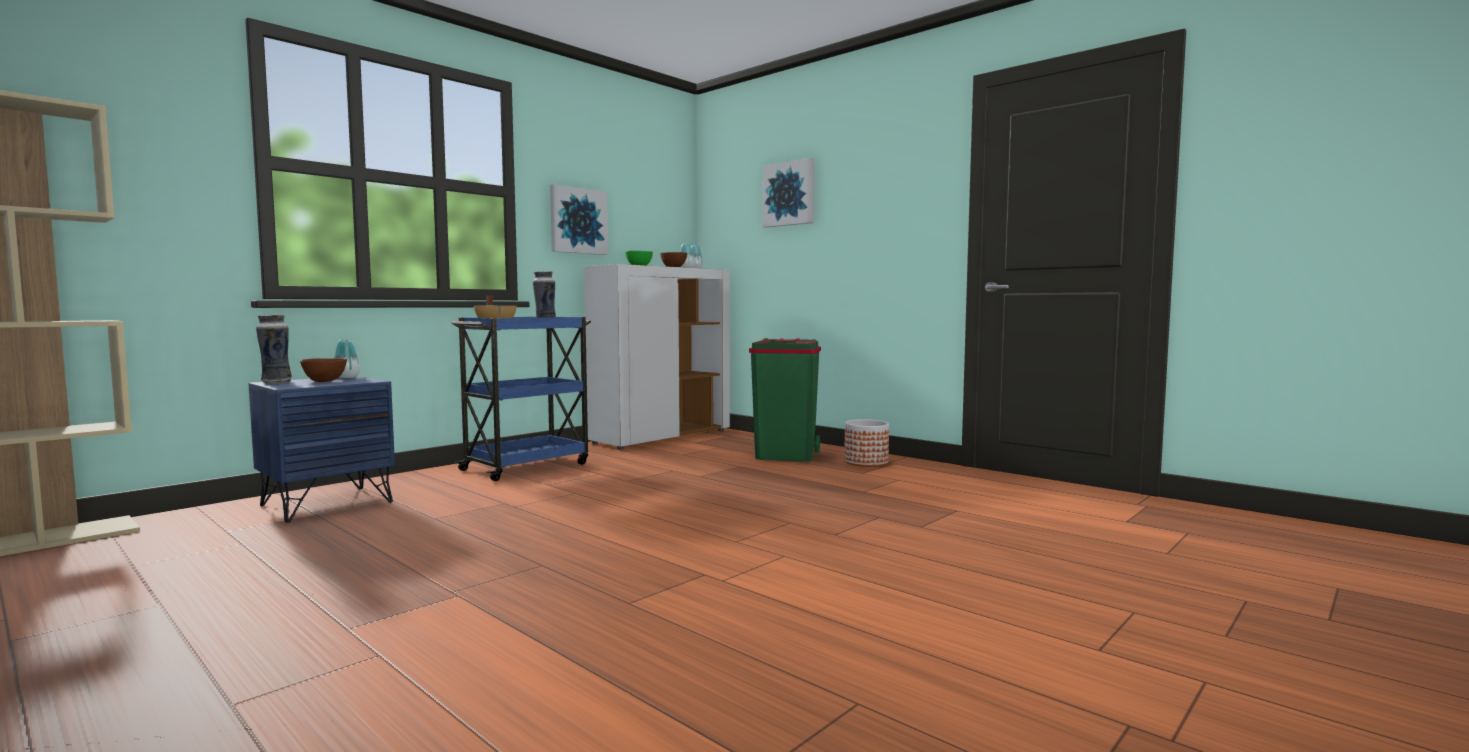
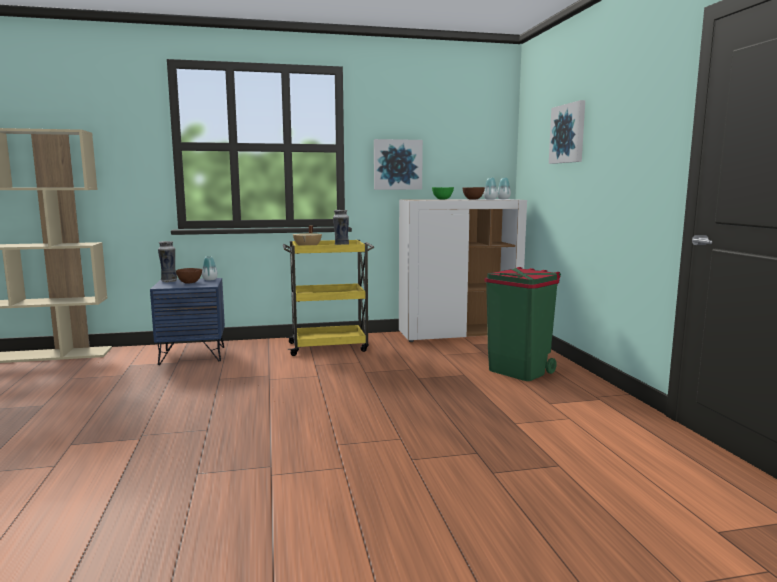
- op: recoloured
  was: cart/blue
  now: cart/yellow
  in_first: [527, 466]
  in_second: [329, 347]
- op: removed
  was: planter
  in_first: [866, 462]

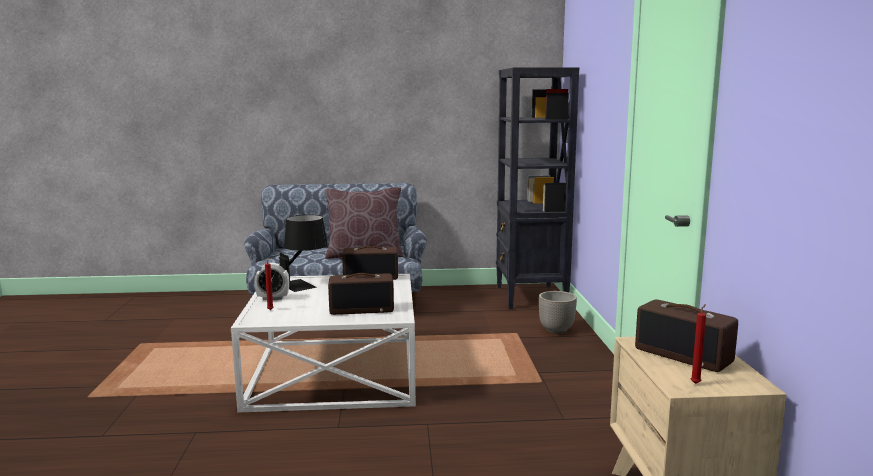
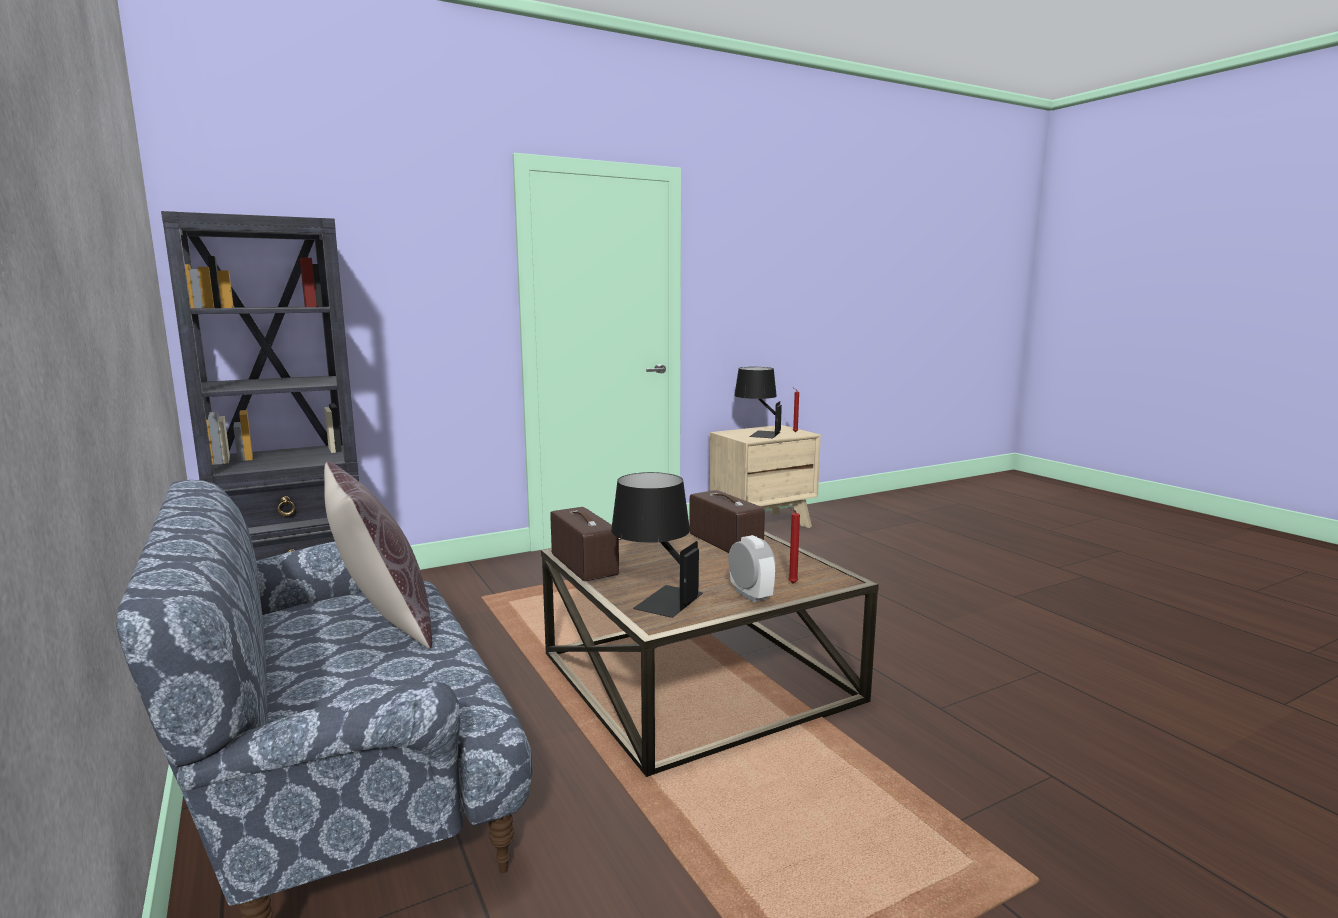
- op: recoloured
  was: coffee table/white
  now: coffee table/brown
  in_first: [334, 371]
  in_second: [696, 677]
- op: removed
  was: planter
  in_first: [556, 330]
- op: replaced
  was: radio
  now: table lamp/black
  in_first: [684, 355]
  in_second: [757, 433]

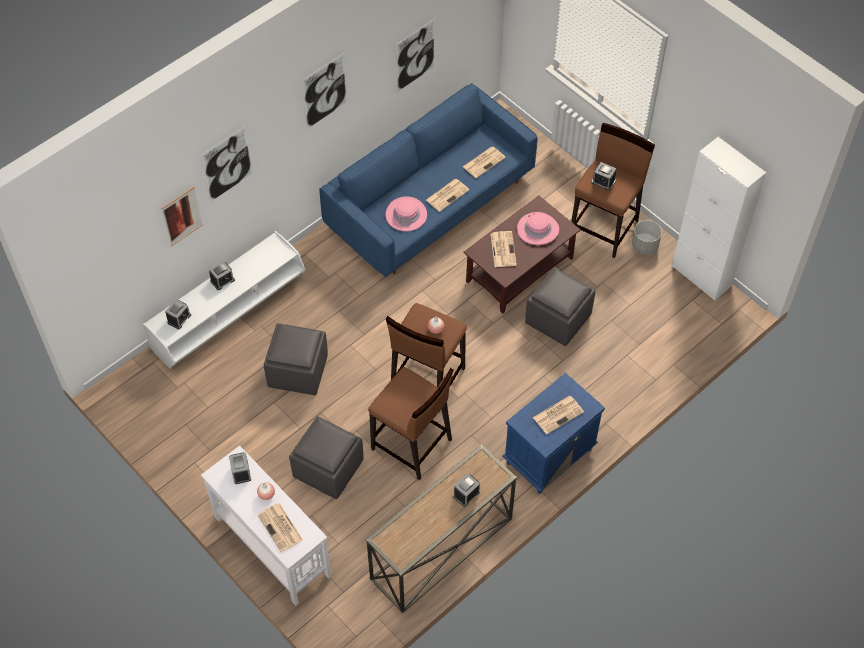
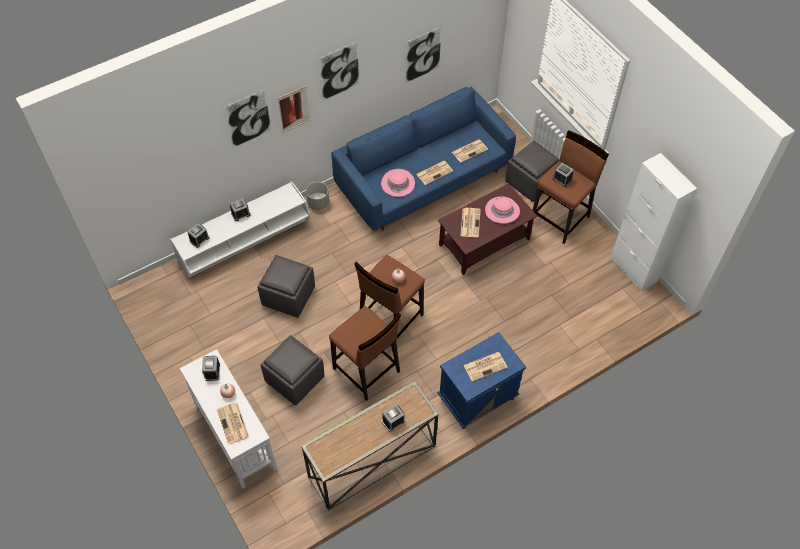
- op: moved
  was: picture
  in_first: [182, 216]
  in_second: [293, 109]
- op: moved
  was: planter/grey
  in_first: [644, 246]
  in_second: [318, 203]
- op: moved
  was: ottoman/grey
  in_first: [558, 319]
  in_second: [531, 182]

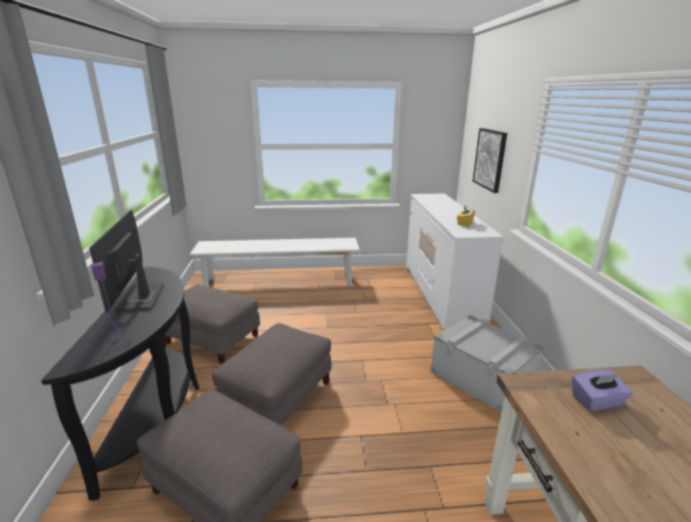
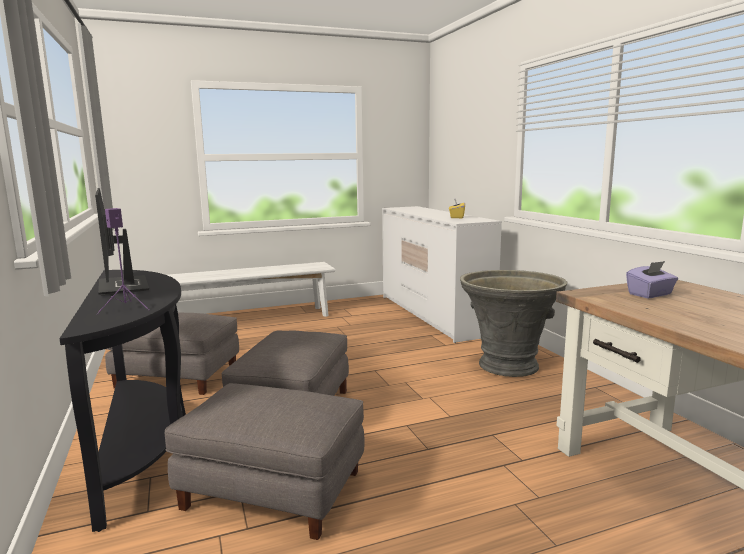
- op: removed
  was: picture
  in_first: [490, 159]
- op: replaced
  was: storage box/grey
  now: planter/grey
  in_first: [482, 376]
  in_second: [508, 365]

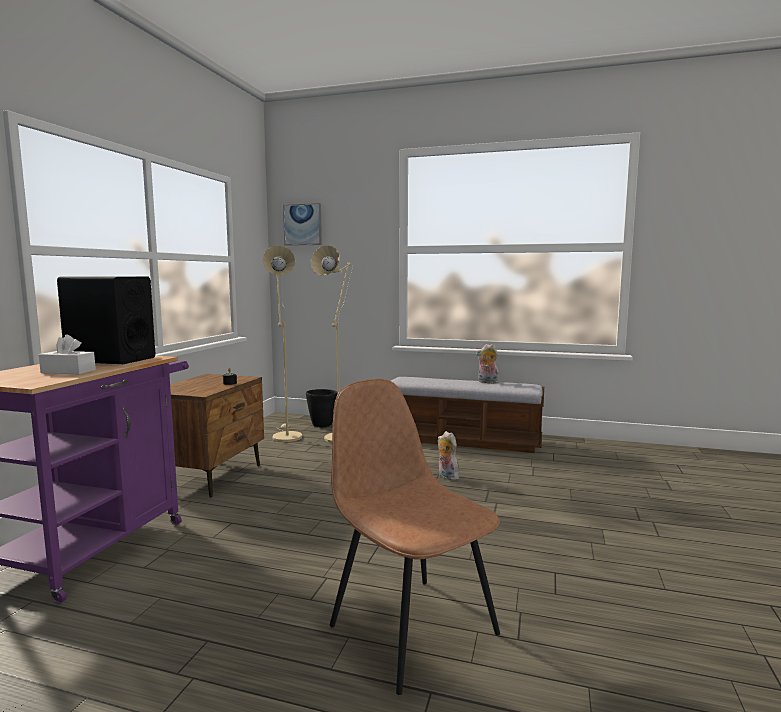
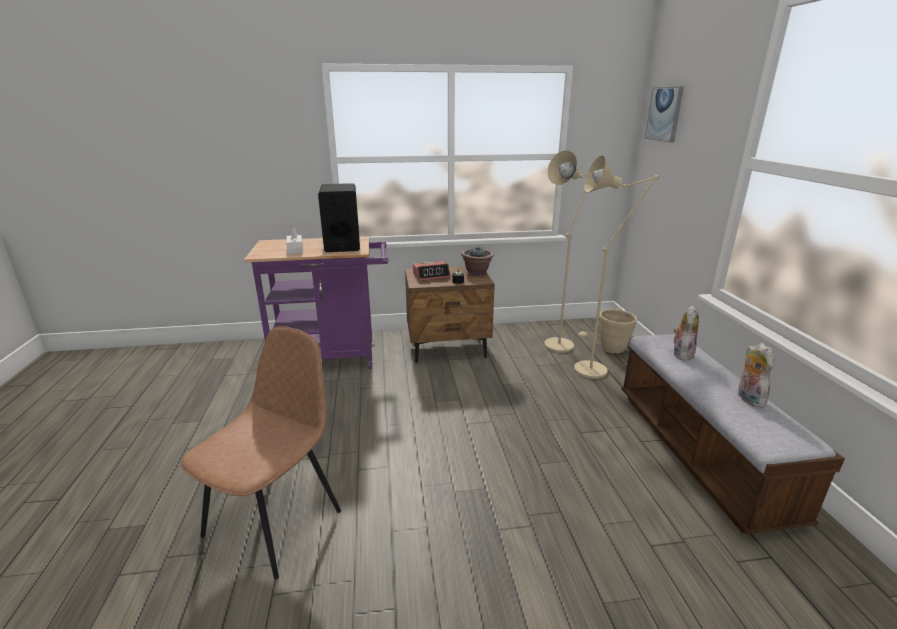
- op: recoloured
  was: planter/black
  now: planter/beige
  in_first: [322, 425]
  in_second: [613, 349]
- op: moved
  was: plush toy
  in_first: [446, 476]
  in_second: [681, 353]
- op: added
  now: potted plant
  in_second: [477, 272]
- op: added
  now: alarm clock
  in_second: [431, 275]

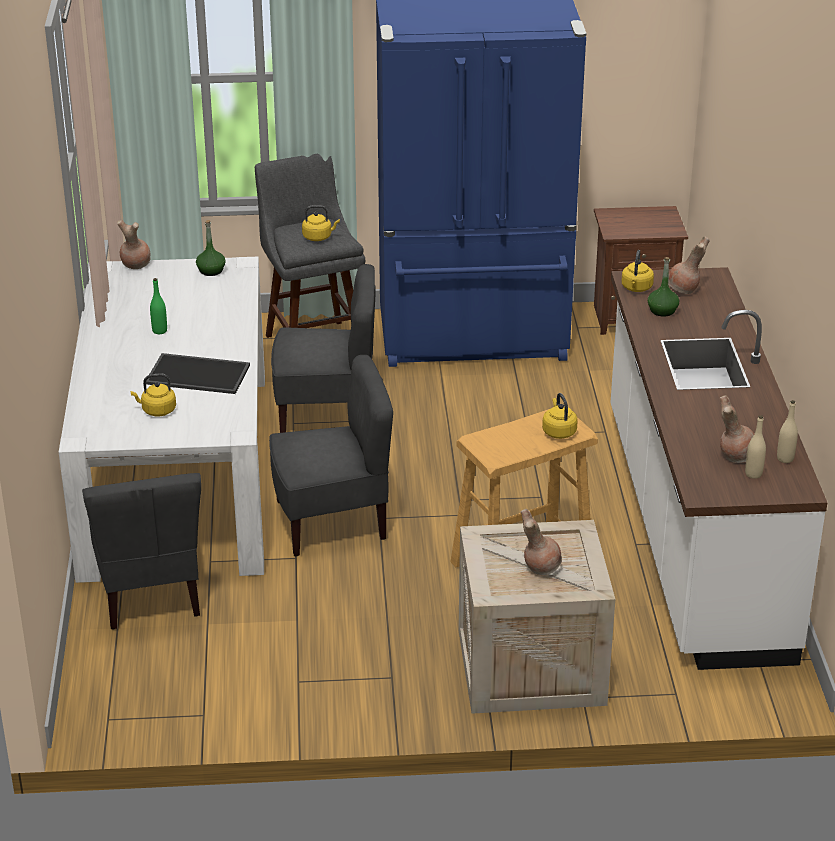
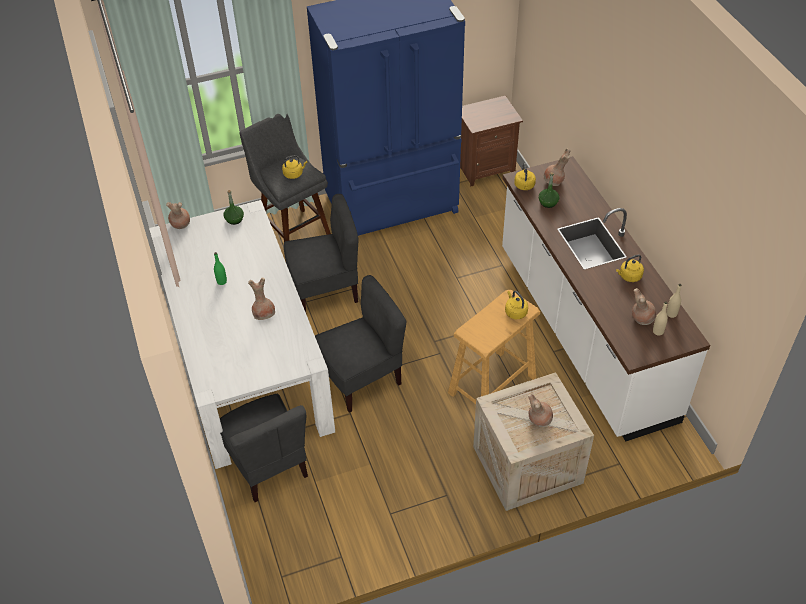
- op: replaced
  was: tray
  now: vase/brown
  in_first: [199, 374]
  in_second: [264, 314]
- op: moved
  was: kettle/yellow
  in_first: [157, 410]
  in_second: [629, 276]

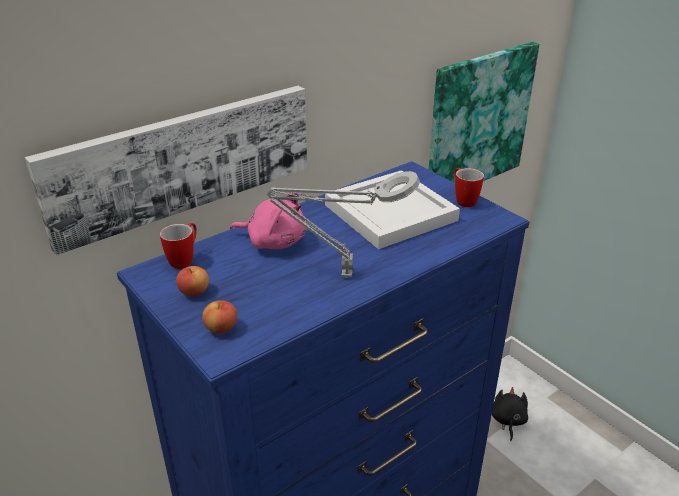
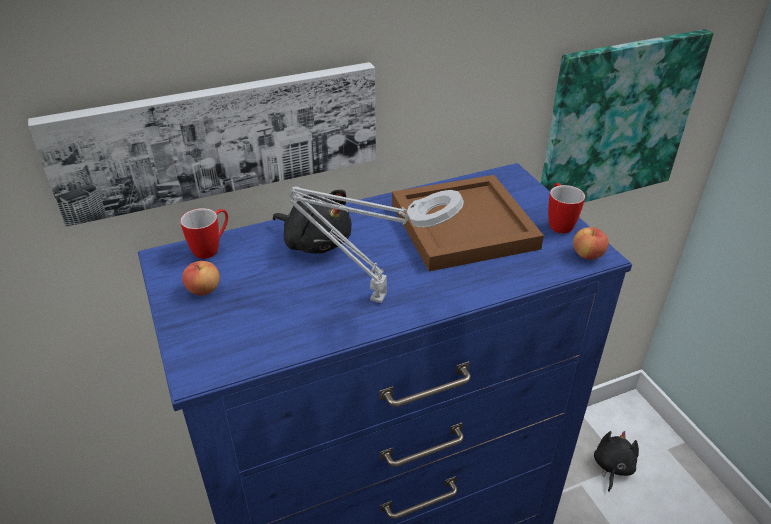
- op: recoloured
  was: tray/white
  now: tray/brown
  in_first: [388, 212]
  in_second: [460, 225]
- op: recoloured
  was: plush toy/pink
  now: plush toy/black
  in_first: [274, 241]
  in_second: [315, 242]
- op: moved
  was: apple
  in_first: [221, 328]
  in_second: [587, 255]

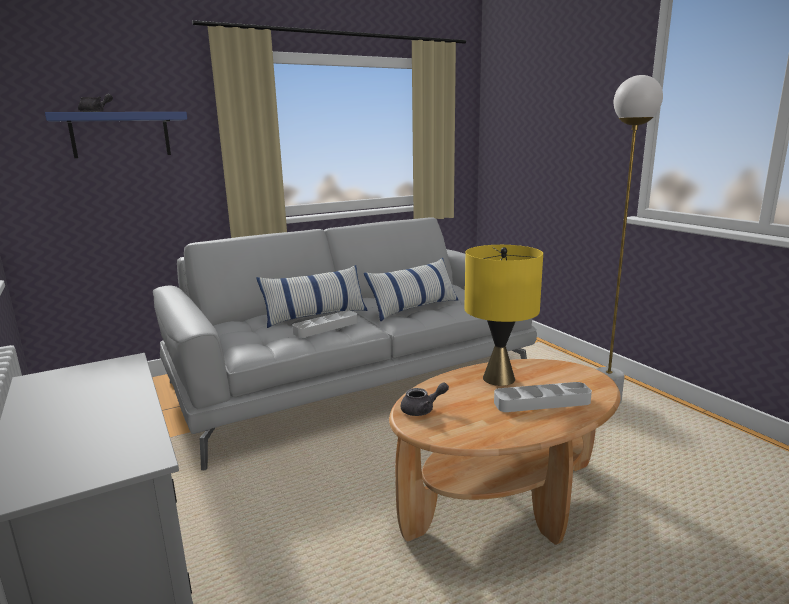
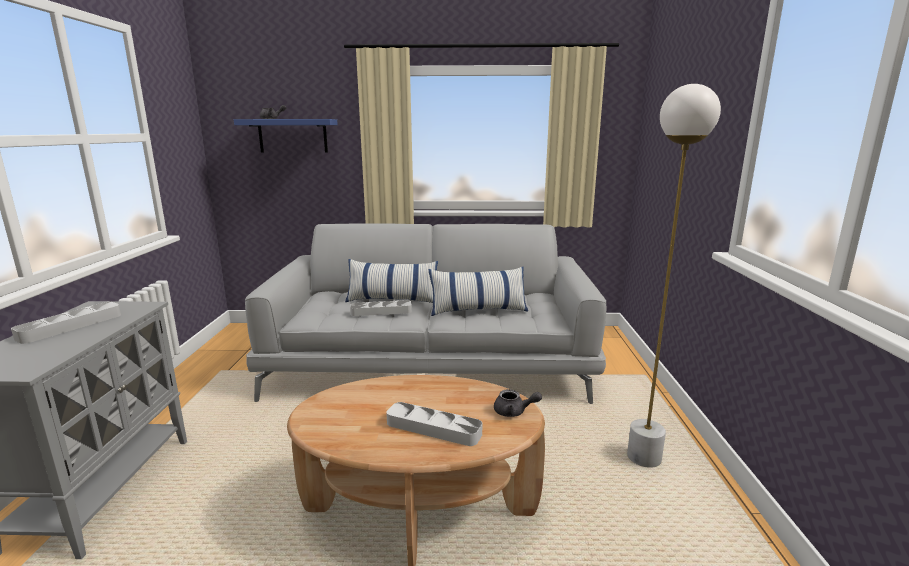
- op: removed
  was: table lamp/yellow
  in_first: [498, 378]
- op: moved
  was: teapot/grey
  in_first: [422, 410]
  in_second: [514, 412]
- op: added
  now: tray/grey
  in_second: [71, 326]

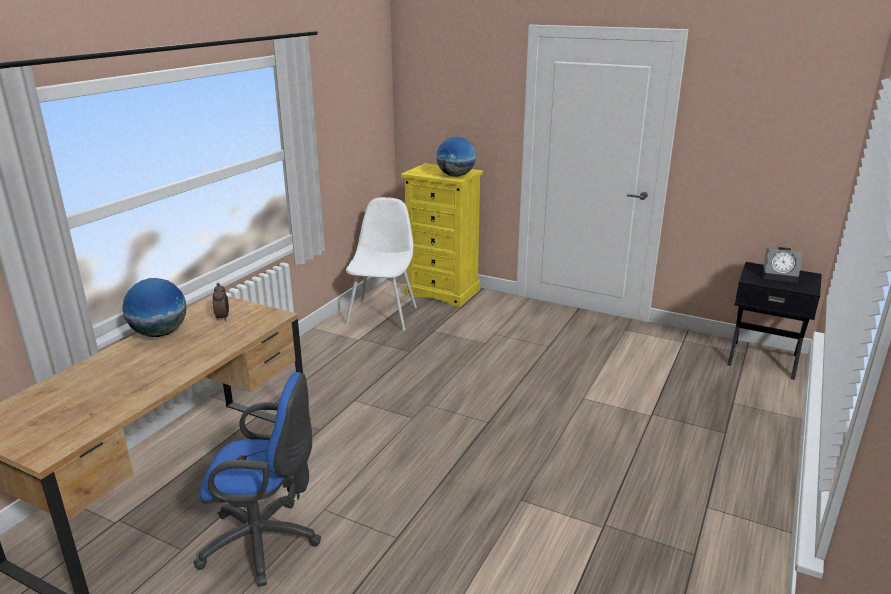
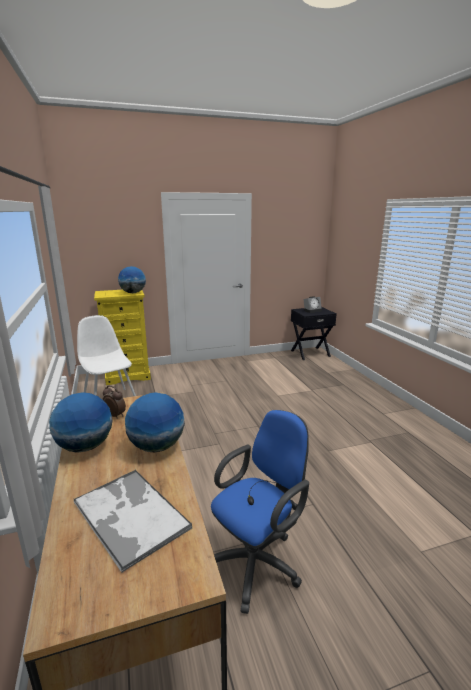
- op: added
  now: globe
  in_second: [157, 446]
- op: added
  now: tray
  in_second: [129, 515]

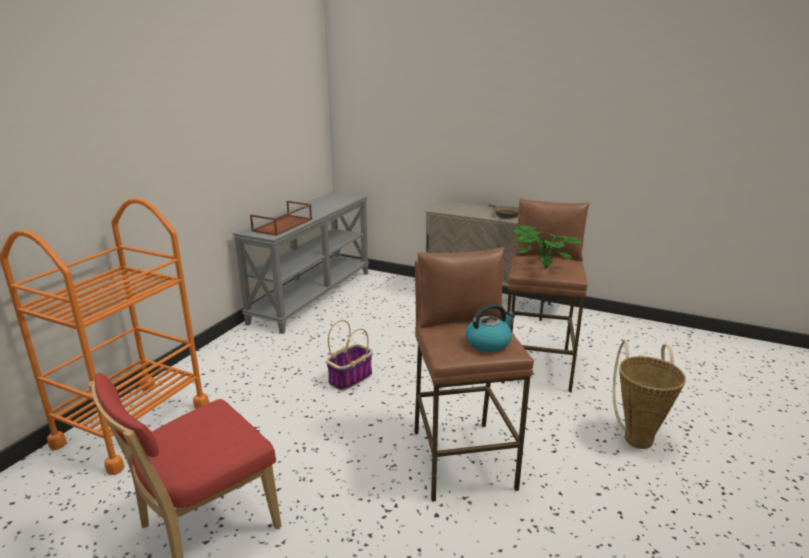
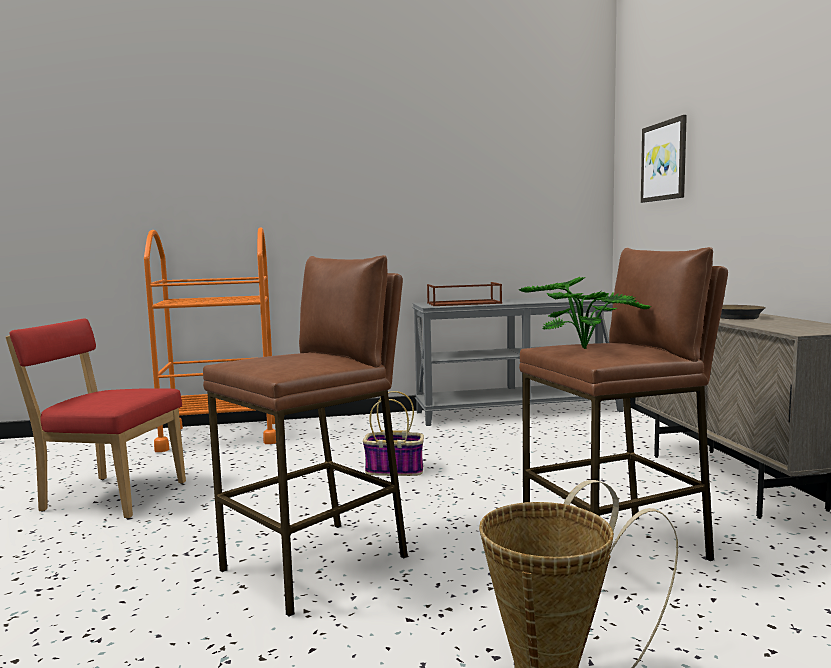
- op: removed
  was: kettle
  in_first: [488, 343]
- op: added
  now: picture
  in_second: [664, 161]

